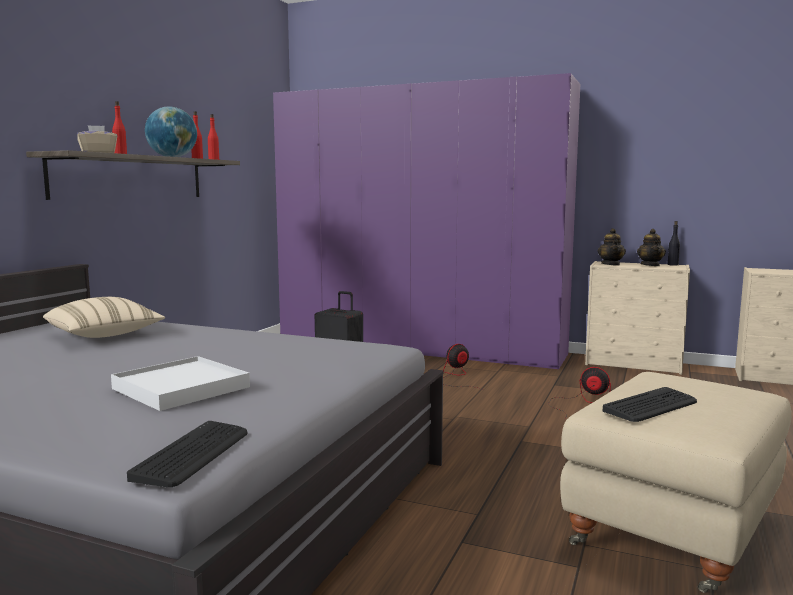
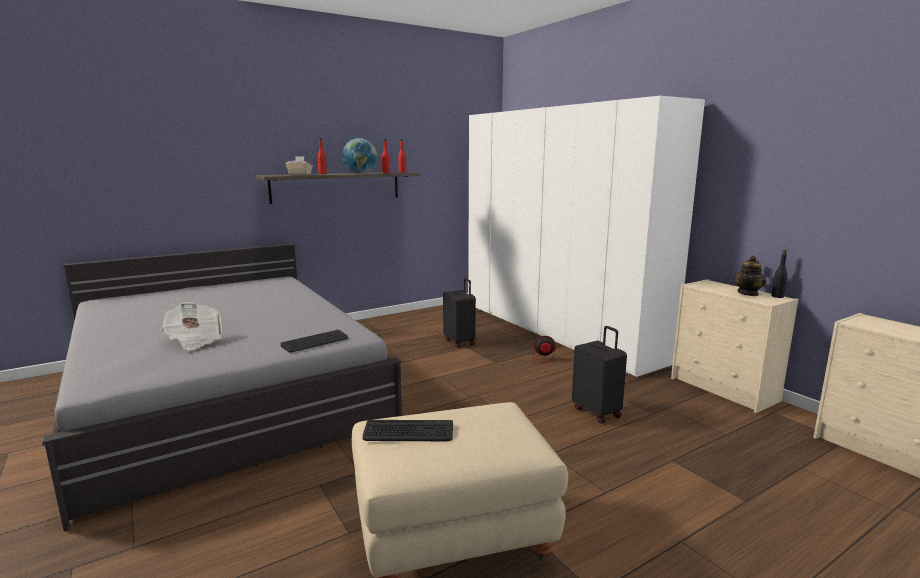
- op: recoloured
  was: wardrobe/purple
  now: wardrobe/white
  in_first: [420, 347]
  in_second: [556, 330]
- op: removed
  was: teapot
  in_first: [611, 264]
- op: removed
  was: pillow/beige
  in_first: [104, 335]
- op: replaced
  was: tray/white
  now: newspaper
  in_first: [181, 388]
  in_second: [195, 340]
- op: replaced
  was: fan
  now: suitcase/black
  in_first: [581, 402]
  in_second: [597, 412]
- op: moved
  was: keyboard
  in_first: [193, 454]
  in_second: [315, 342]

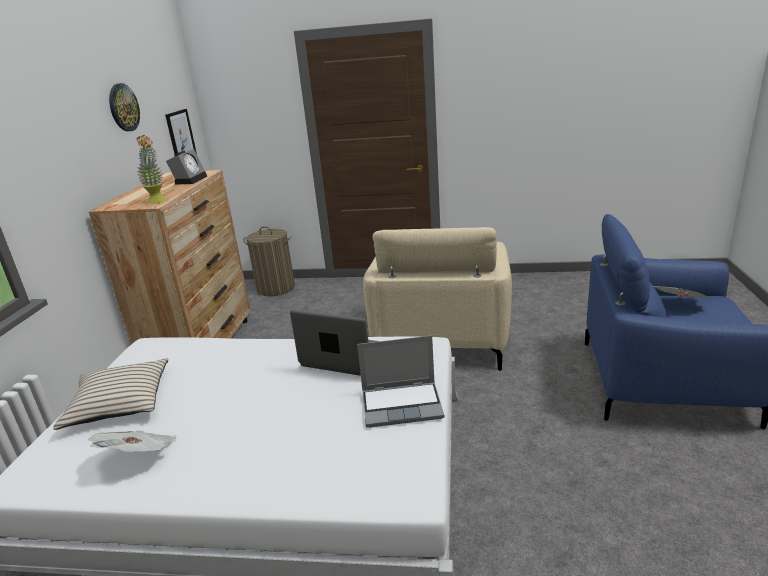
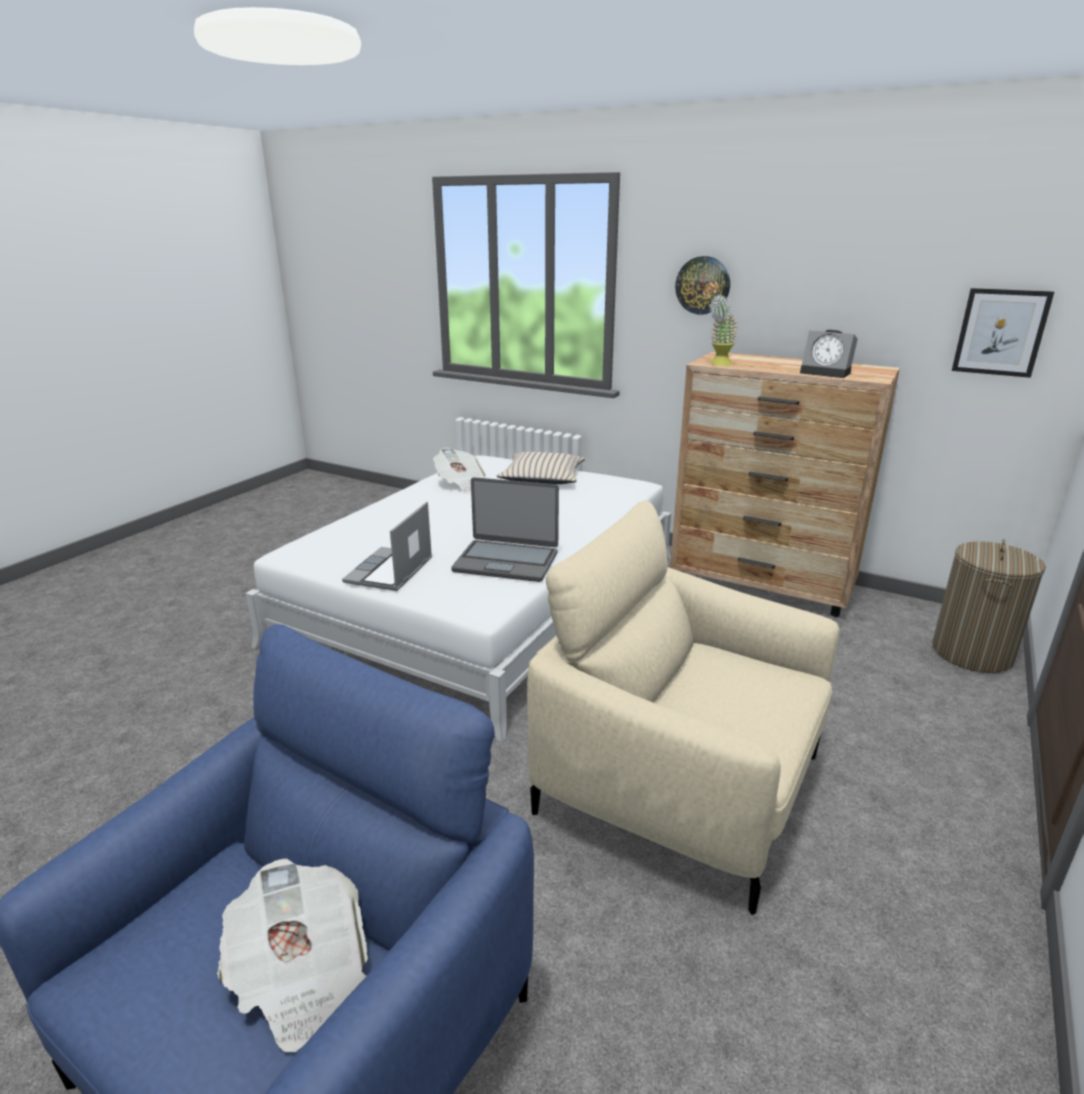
- op: moved
  was: wall clock
  in_first: [123, 107]
  in_second: [703, 285]
- op: turned
  was: laptop
  in_first: [346, 358]
  in_second: [506, 561]
  clockwise: 60

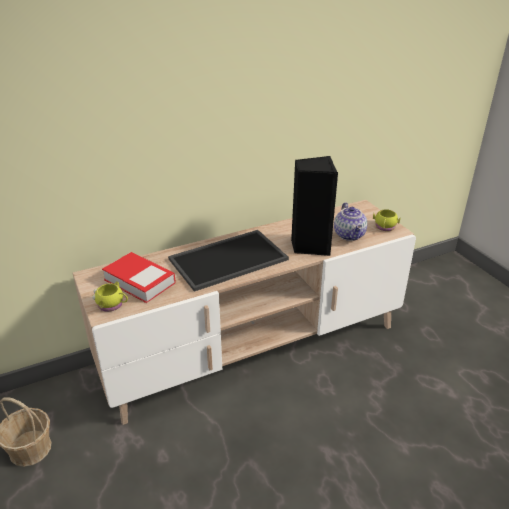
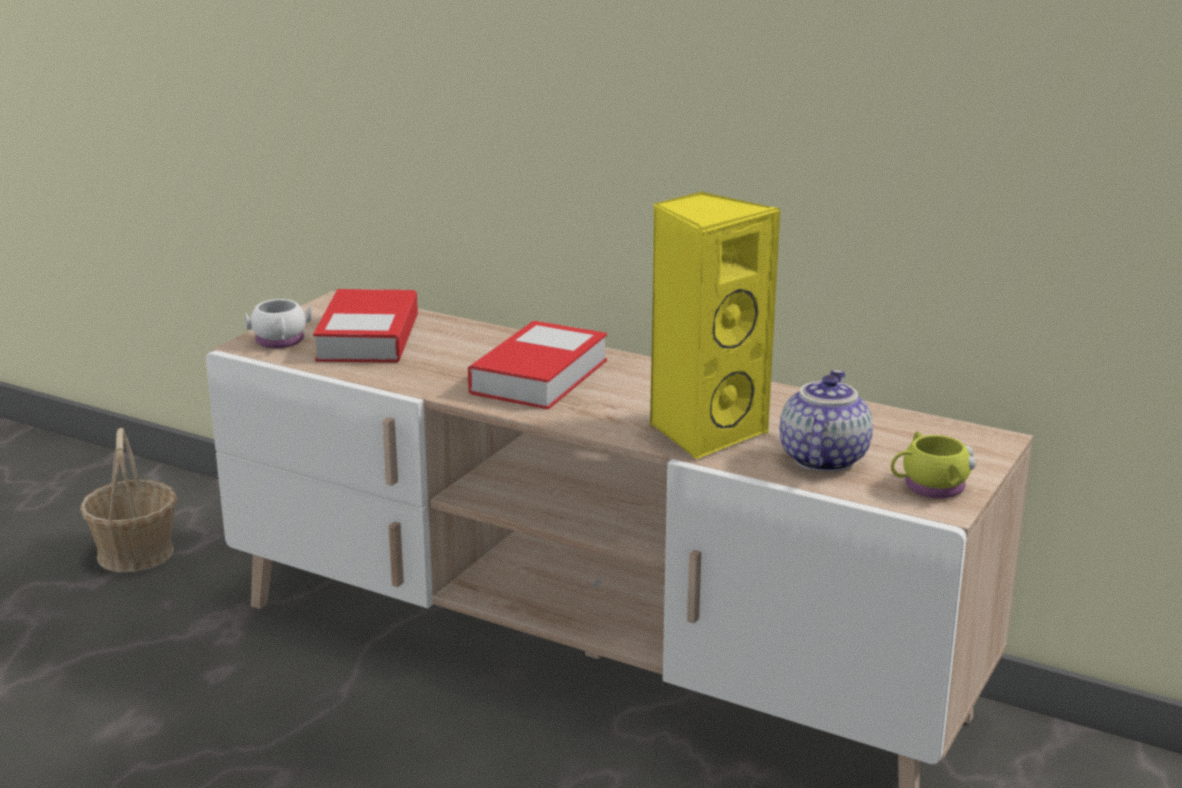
- op: recoloured
  was: speaker/black
  now: speaker/yellow
  in_first: [310, 246]
  in_second: [704, 431]
- op: turned
  was: teapot
  in_first: [350, 235]
  in_second: [821, 459]
  clockwise: 150
- op: replaced
  was: tray
  now: book
  in_first: [228, 258]
  in_second: [539, 376]
- op: recoloured
  was: mug/yellow
  now: mug/white
  in_first: [112, 305]
  in_second: [280, 342]

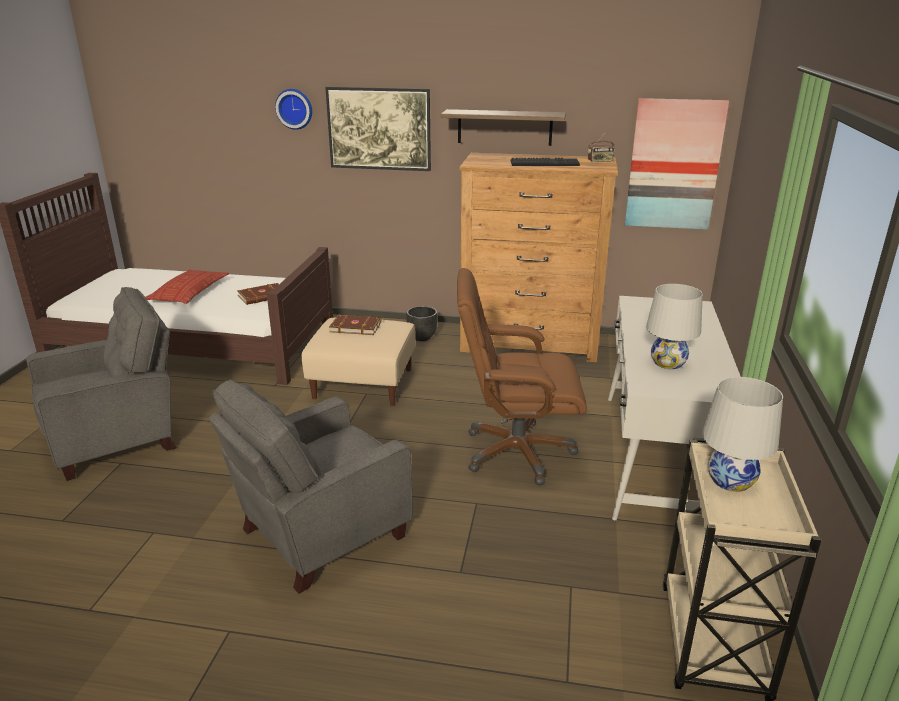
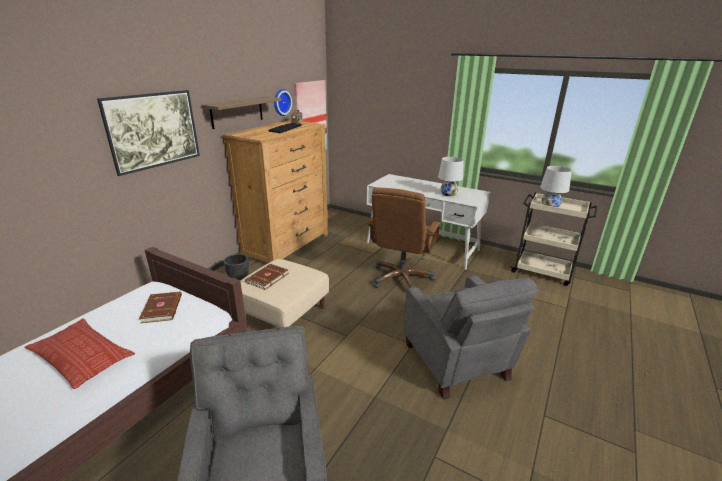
- op: moved
  was: wall clock
  in_first: [295, 108]
  in_second: [281, 102]

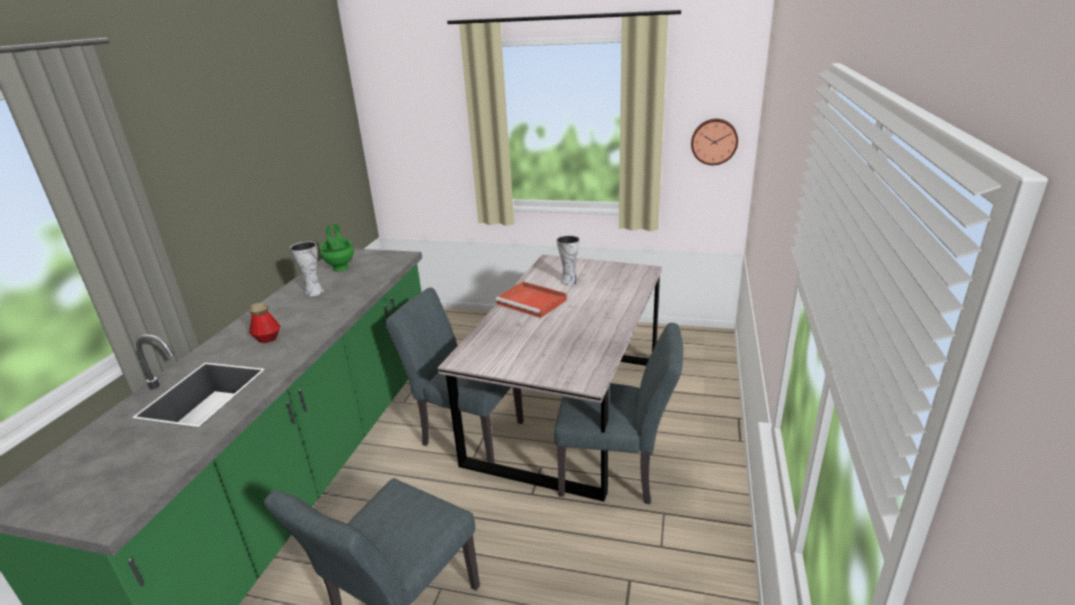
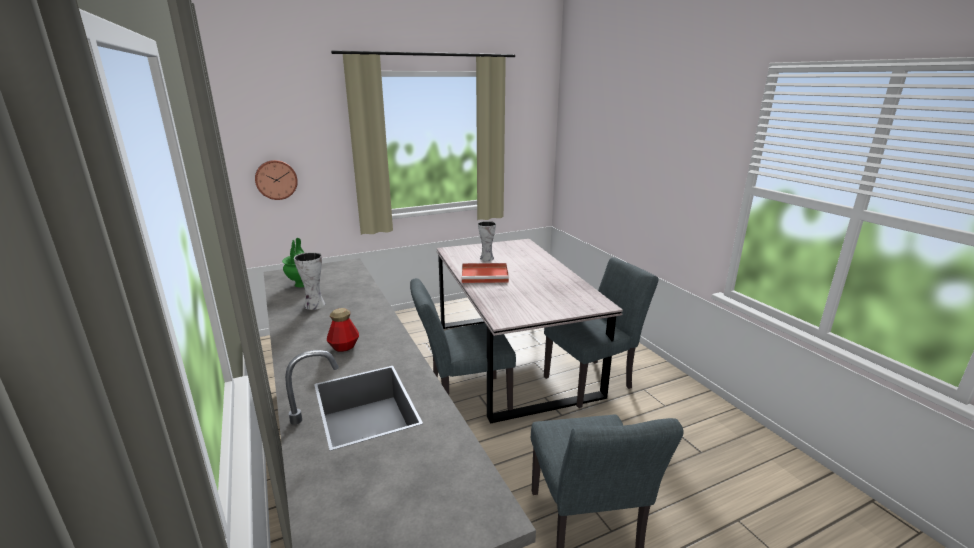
- op: moved
  was: wall clock
  in_first: [714, 141]
  in_second: [276, 179]

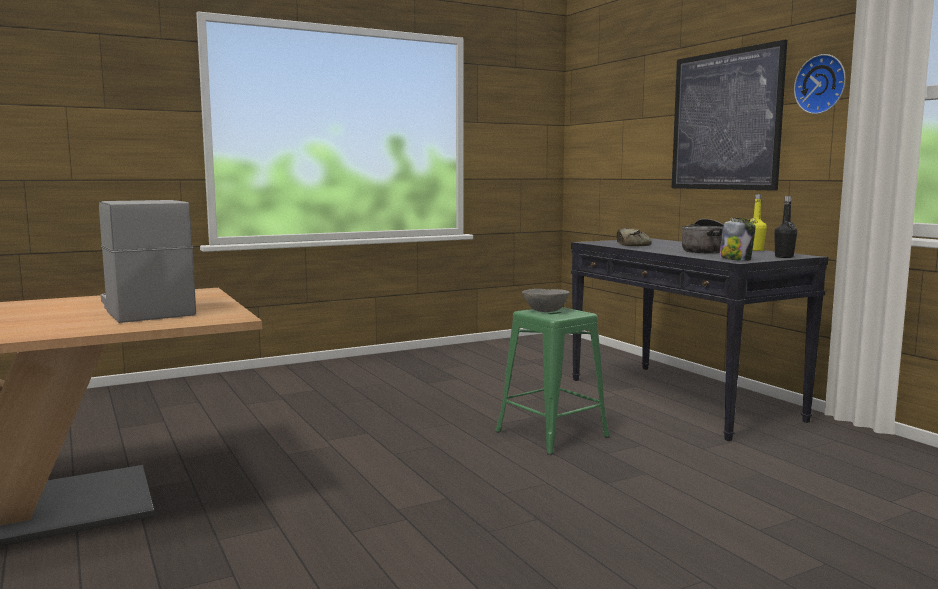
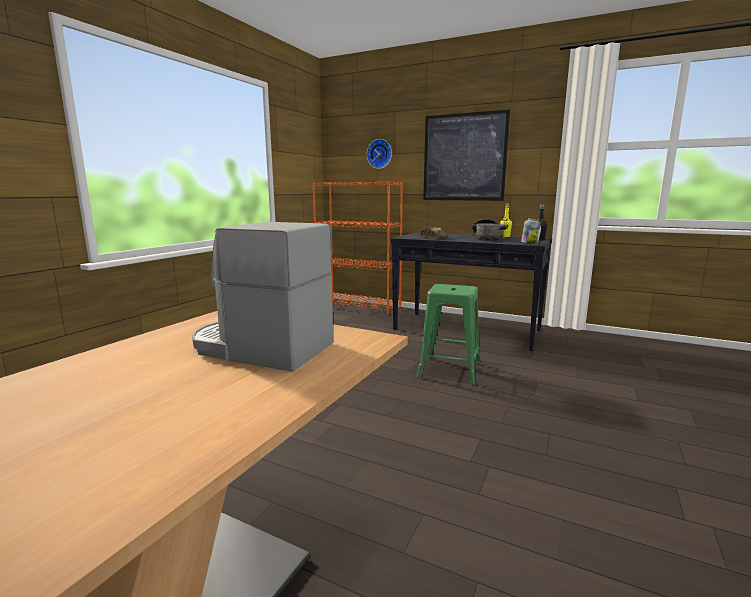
- op: moved
  was: wall clock
  in_first: [822, 84]
  in_second: [380, 154]
- op: removed
  was: bowl/grey
  in_first: [546, 310]
- op: added
  now: bookcase/orange
  in_second: [359, 306]

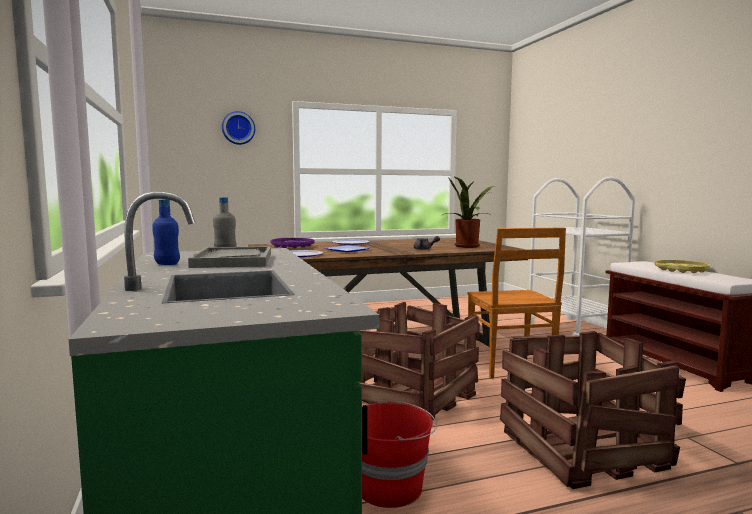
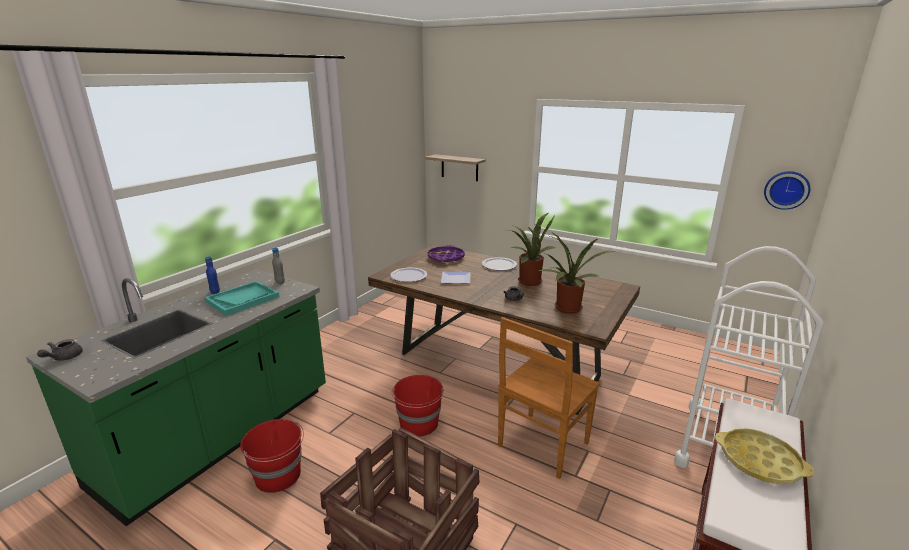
- op: moved
  was: wall clock
  in_first: [238, 128]
  in_second: [786, 189]
- op: recoloured
  was: tray/grey
  now: tray/turquoise
  in_first: [233, 260]
  in_second: [243, 299]
- op: replaced
  was: crate
  now: bucket/red
  in_first: [414, 395]
  in_second: [419, 424]
- op: added
  now: shelf
  in_second: [459, 167]
- op: added
  now: potted plant
  in_second: [528, 280]
- op: added
  now: teapot/grey
  in_second: [63, 358]

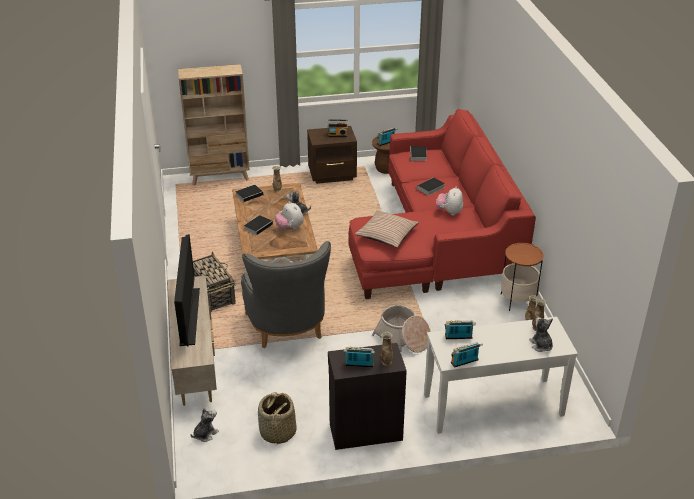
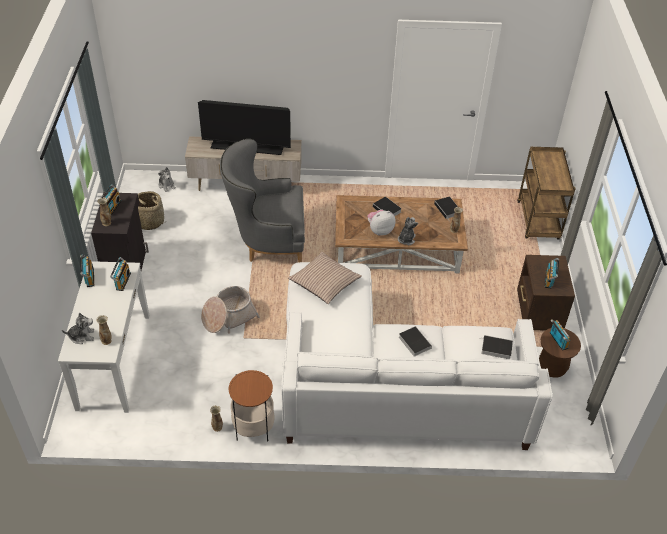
- op: replaced
  was: bookcase/beige
  now: cart/brown
  in_first: [220, 177]
  in_second: [538, 221]
- op: recoloured
  was: sofa/red
  now: sofa/white
  in_first: [438, 238]
  in_second: [388, 384]
- op: removed
  was: plush toy
  in_first: [449, 212]
- op: removed
  was: basket
  in_first: [212, 295]

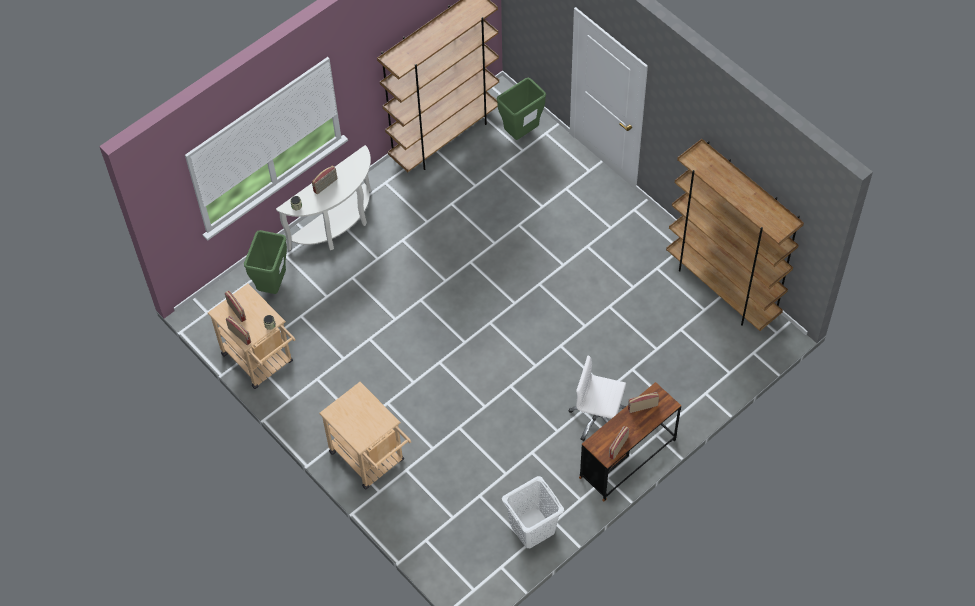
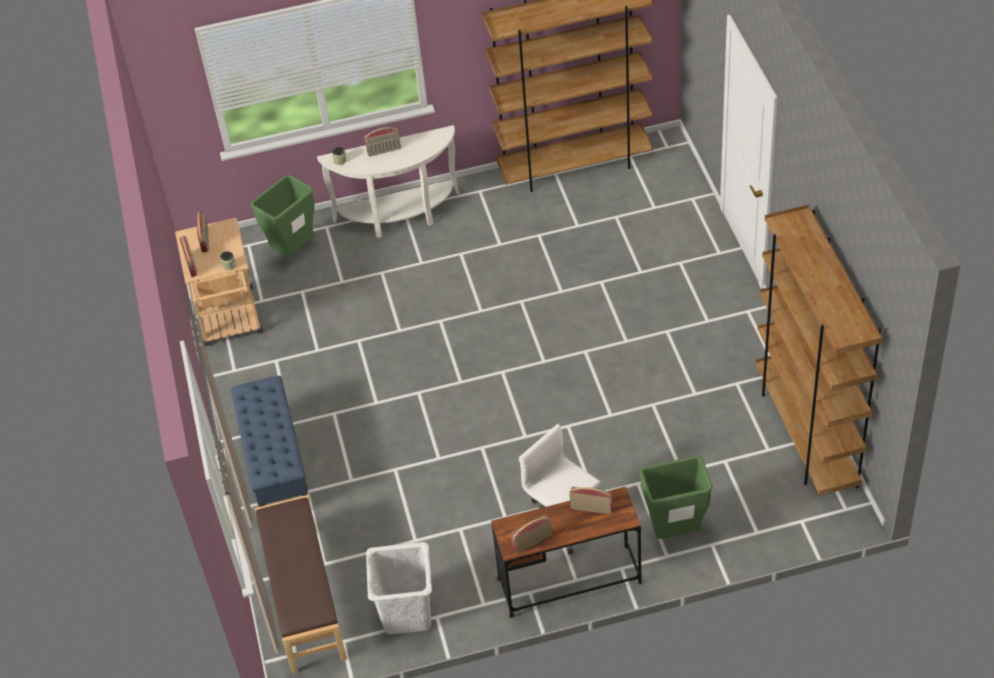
- op: moved
  was: trash can/green
  in_first: [521, 133]
  in_second: [674, 532]
- op: replaced
  was: cart/beige
  now: bench/blue
  in_first: [371, 460]
  in_second: [276, 466]
- op: added
  now: bench/brown
  in_second: [303, 599]

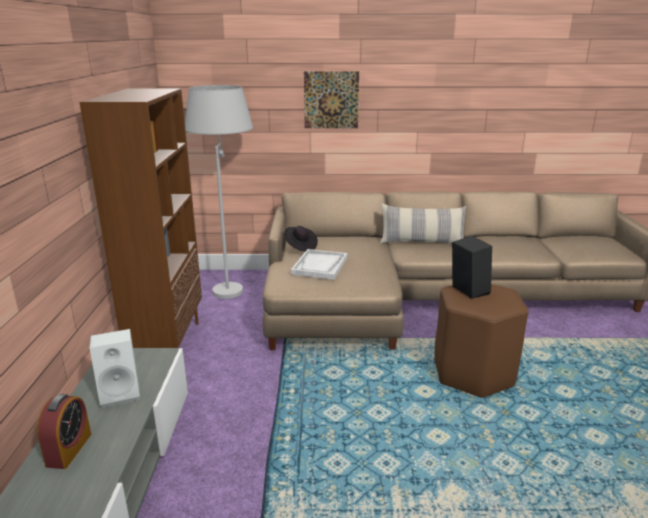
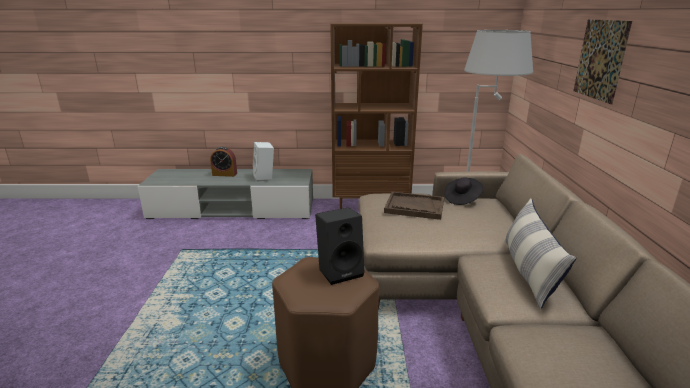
- op: recoloured
  was: tray/white
  now: tray/brown
  in_first: [320, 266]
  in_second: [414, 207]

